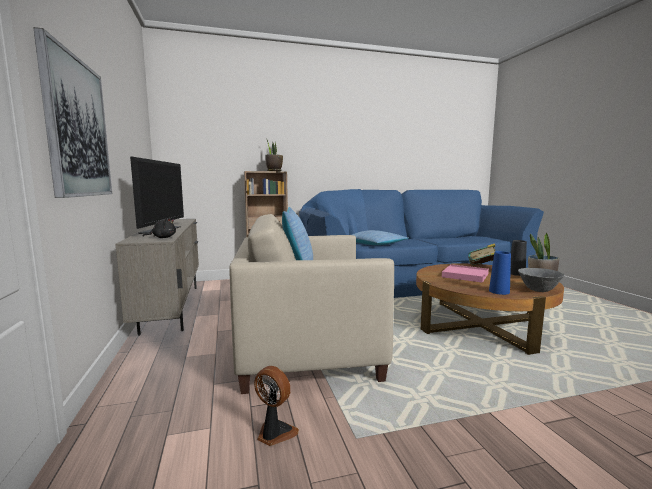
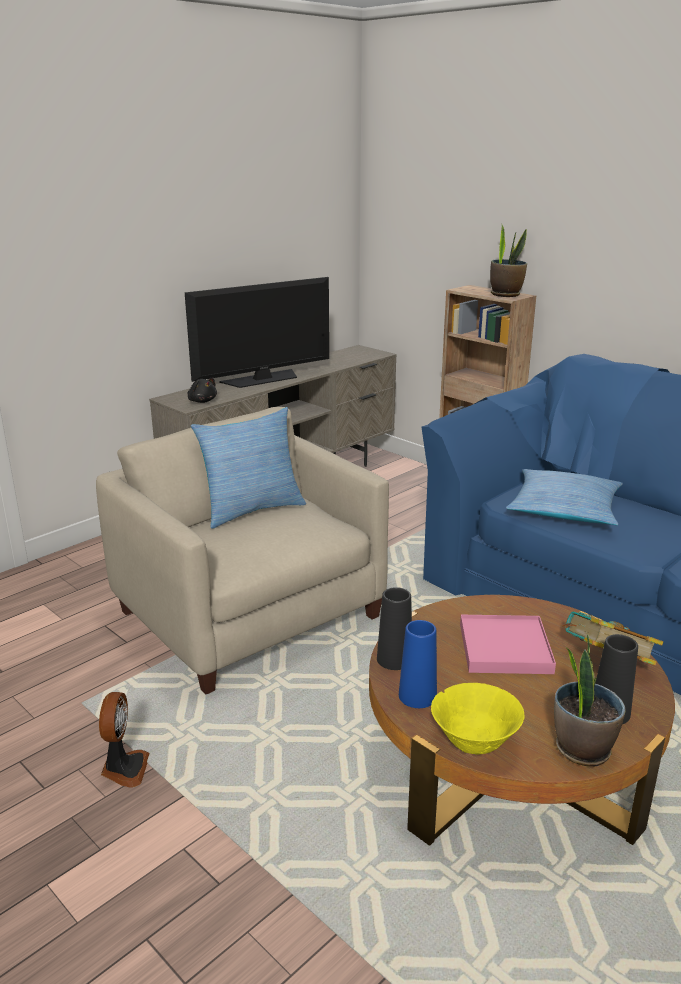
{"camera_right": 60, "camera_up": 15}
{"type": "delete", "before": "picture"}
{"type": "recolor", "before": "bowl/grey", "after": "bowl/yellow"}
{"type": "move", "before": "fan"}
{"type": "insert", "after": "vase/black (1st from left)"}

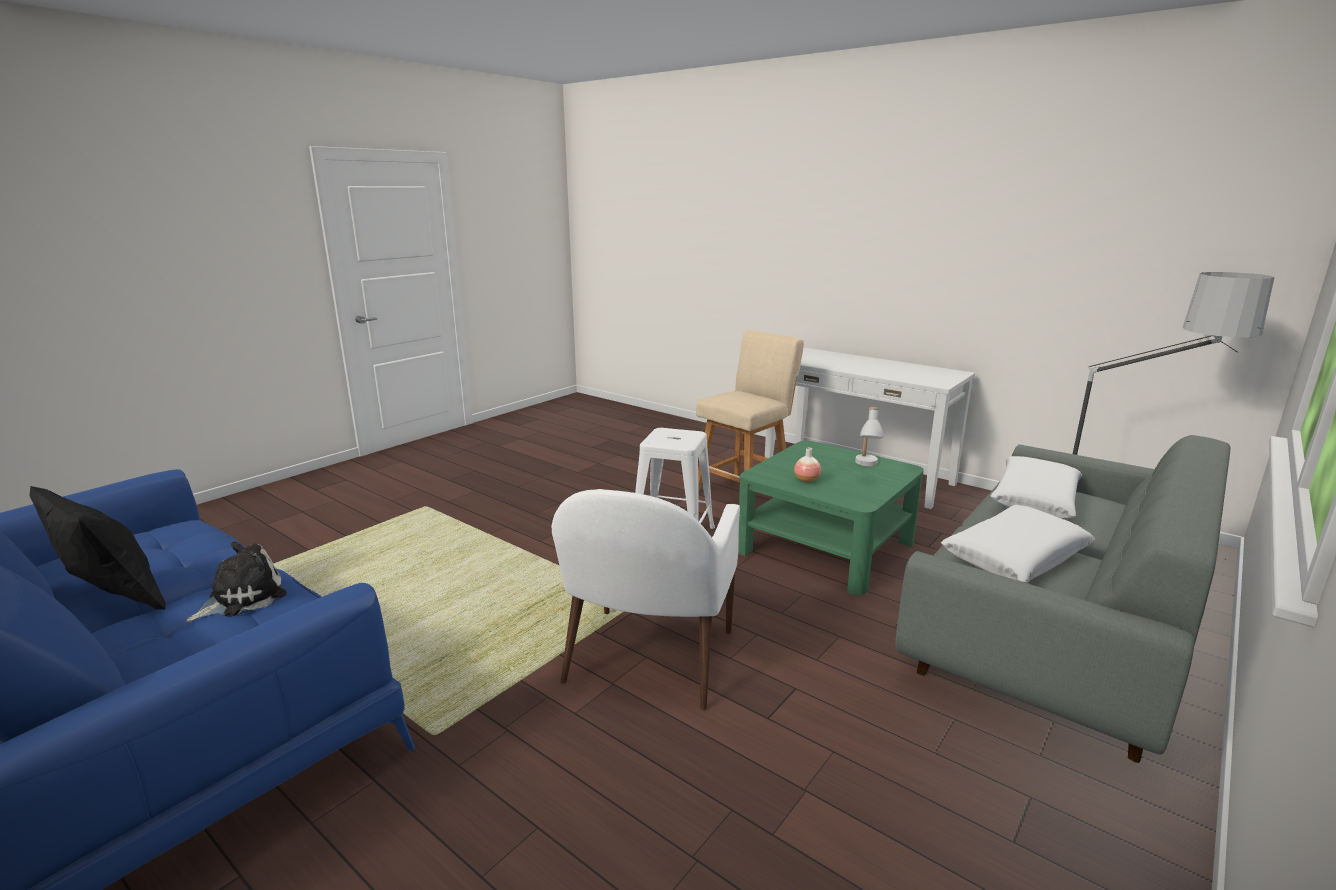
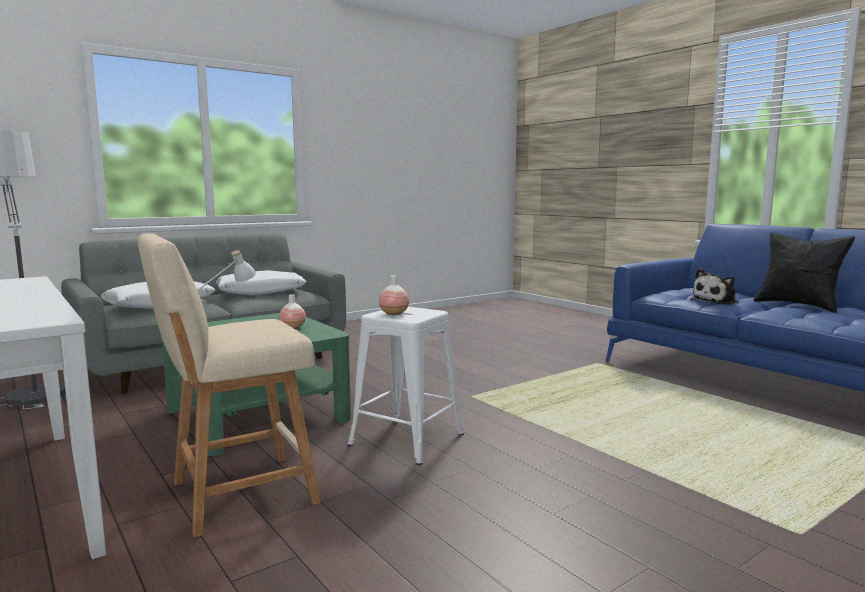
{"camera_right": -165, "camera_up": -10}
{"type": "delete", "before": "armchair/white"}
{"type": "insert", "after": "vase (2nd from left)"}

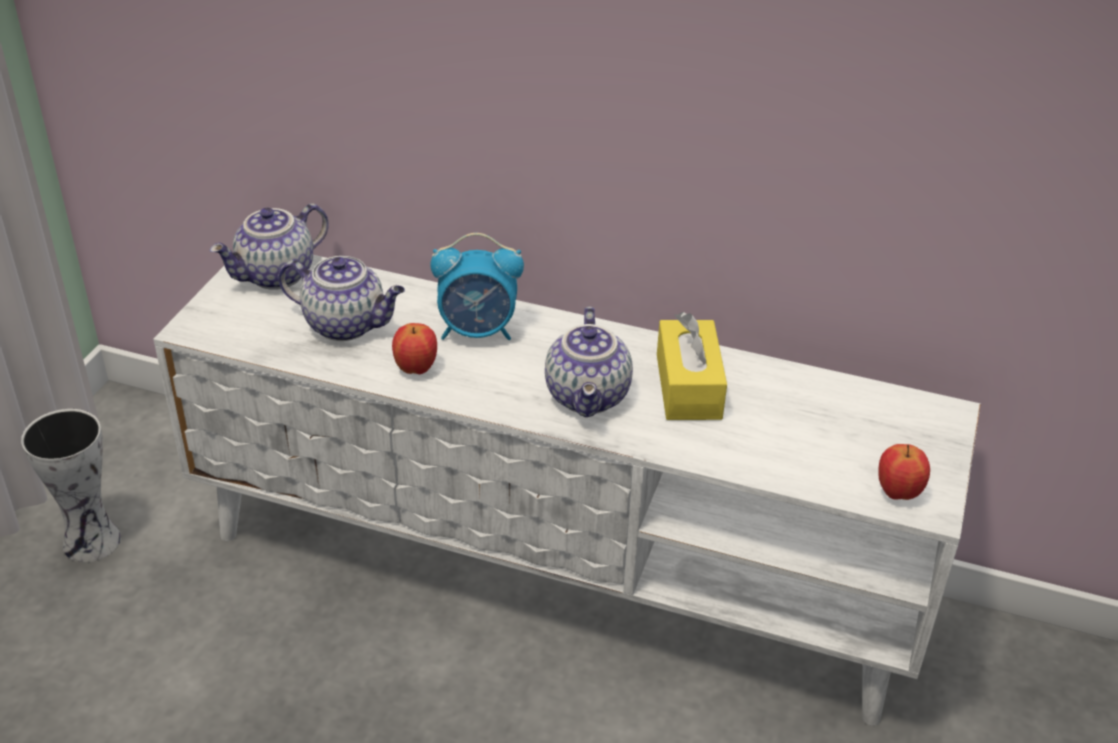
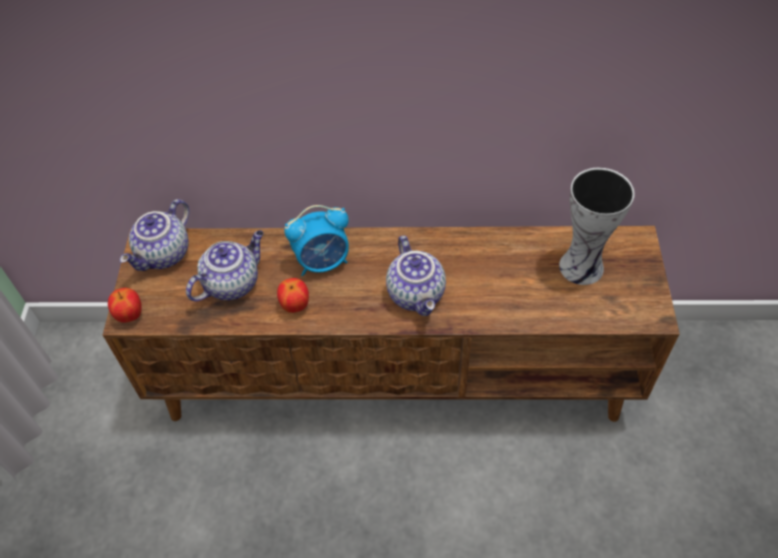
{"camera_right": -15, "camera_up": 15}
{"type": "recolor", "before": "tv stand/white", "after": "tv stand/brown"}
{"type": "rotate", "before": "teapot (2nd from left)", "turn": -45}
{"type": "delete", "before": "tissue box/yellow"}
{"type": "move", "before": "vase"}
{"type": "move", "before": "apple (2nd from left in the first image)", "after": "apple (1st from left)"}

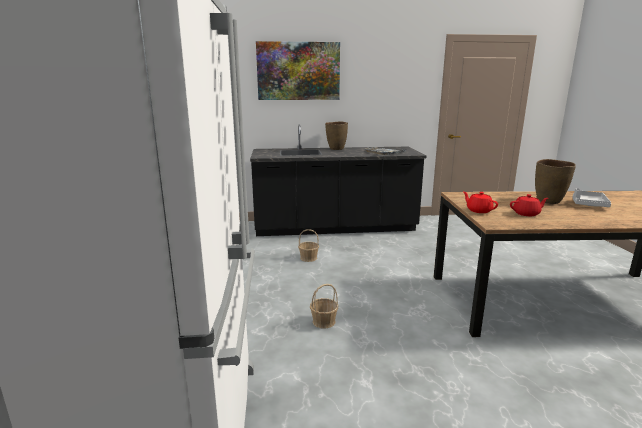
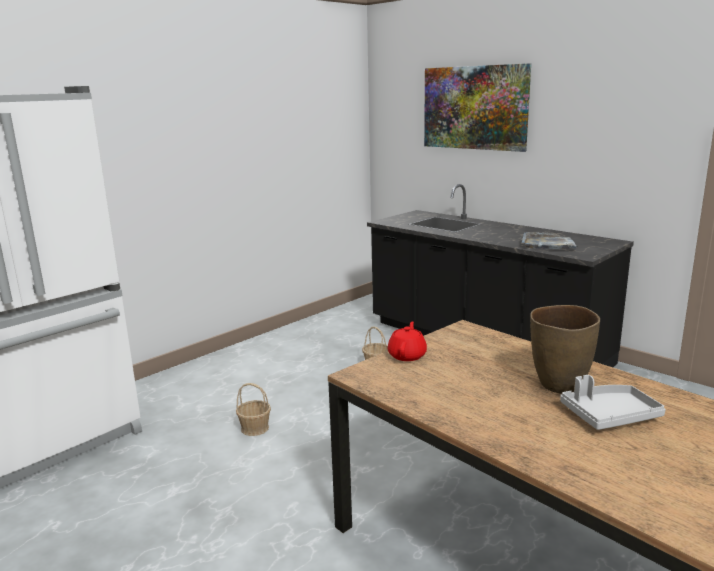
{"camera_right": 50, "camera_up": 0}
{"type": "delete", "before": "vase/brown (1st from left)"}
{"type": "delete", "before": "teapot/red (2nd from left)"}

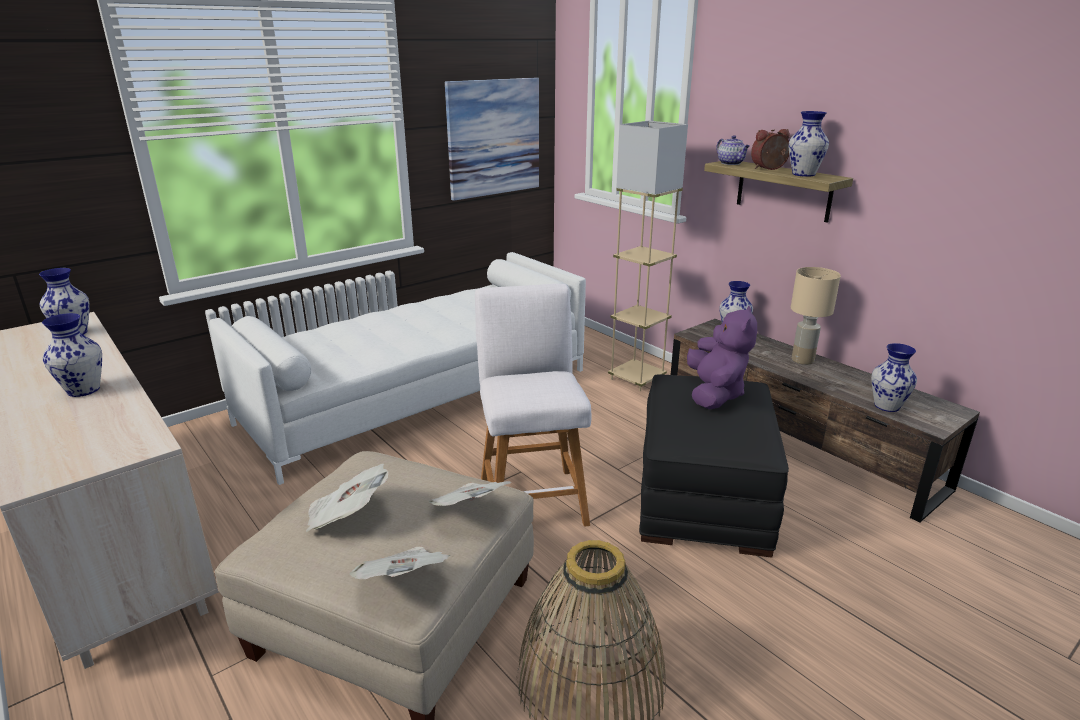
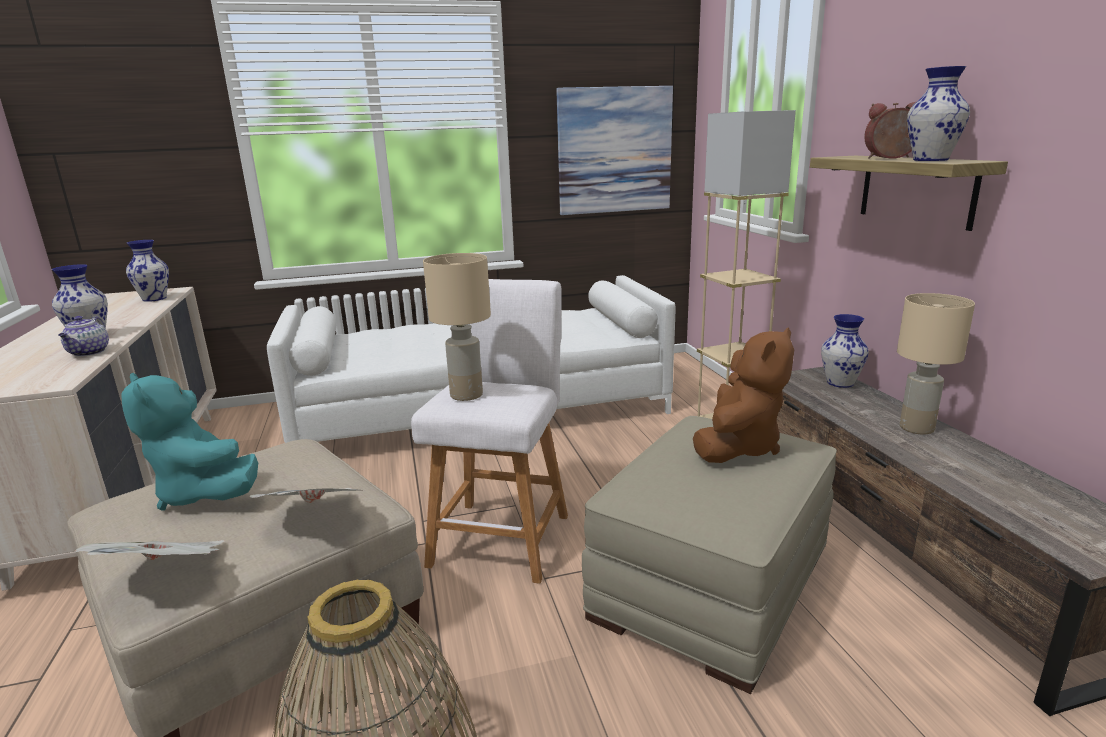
{"camera_right": 25, "camera_up": -5}
{"type": "move", "before": "teapot"}
{"type": "recolor", "before": "plush toy/purple", "after": "plush toy/brown"}
{"type": "delete", "before": "vase (5th from left)"}
{"type": "recolor", "before": "ottoman/black", "after": "ottoman/beige (2nd from left)"}
{"type": "replace", "before": "newspaper (1st from left)", "after": "plush toy/turquoise"}
{"type": "insert", "after": "table lamp/beige (1st from left)"}

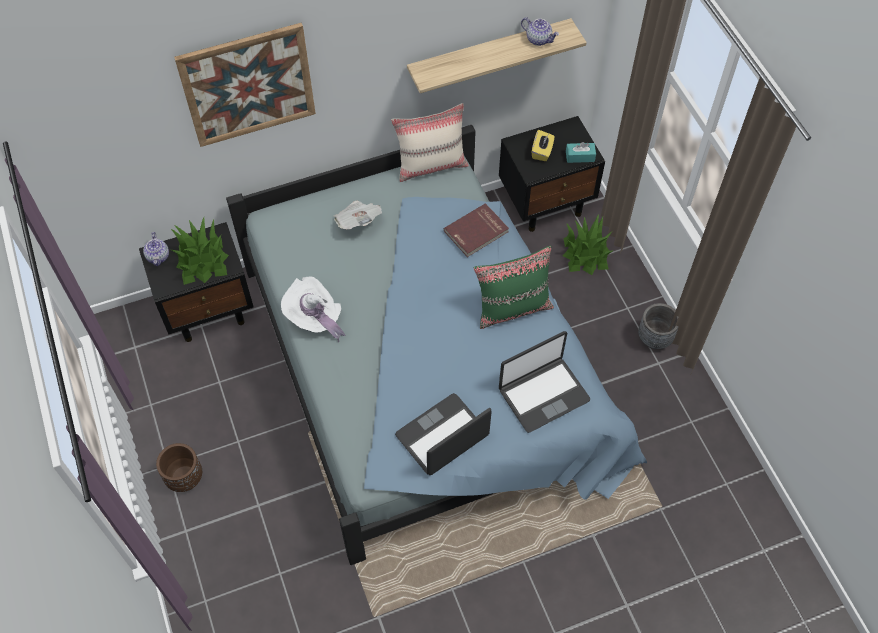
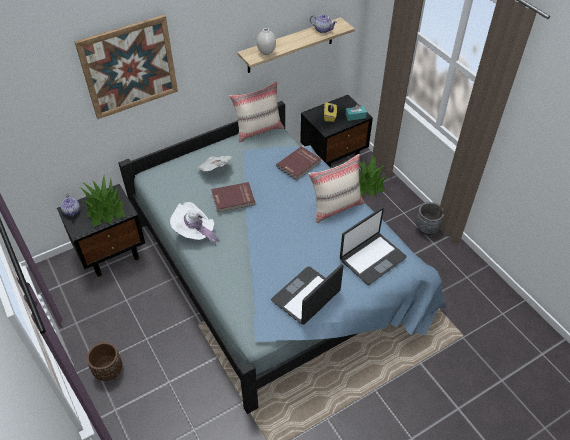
{"camera_right": -10, "camera_up": -10}
{"type": "recolor", "before": "pillow/green", "after": "pillow/beige (2nd from left)"}
{"type": "insert", "after": "vase/white"}
{"type": "insert", "after": "book/red (1st from left)"}

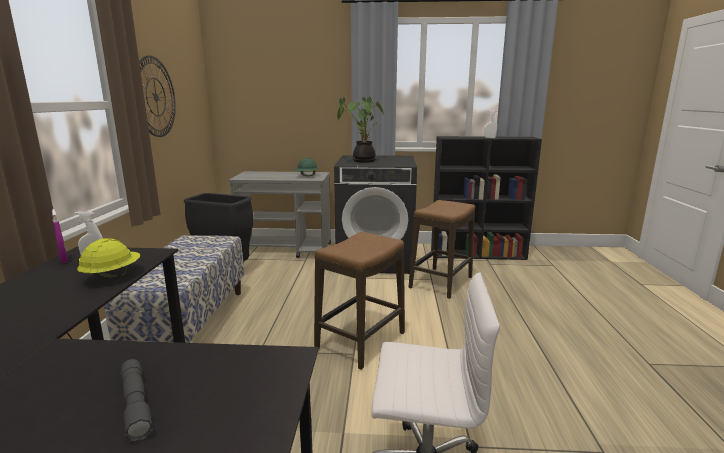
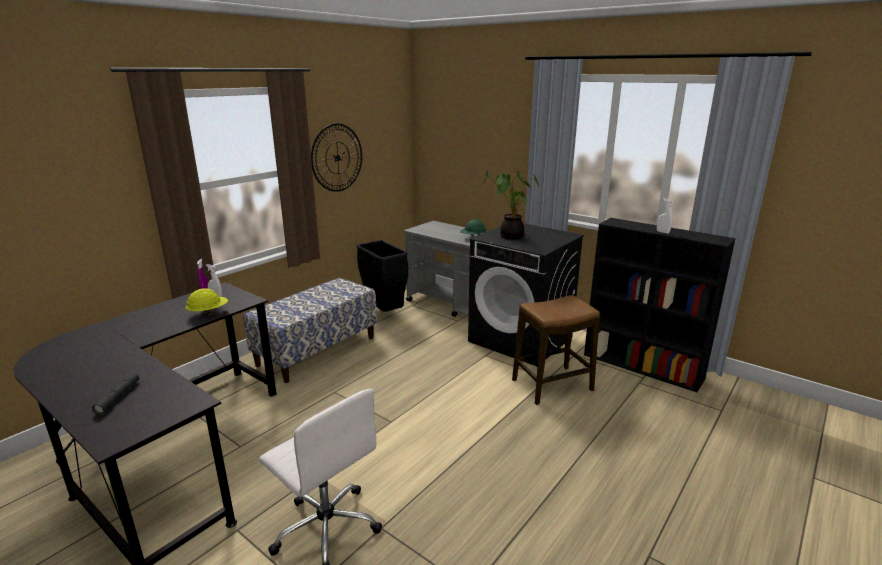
{"camera_right": 35, "camera_up": 5}
{"type": "delete", "before": "stool (1st from left)"}

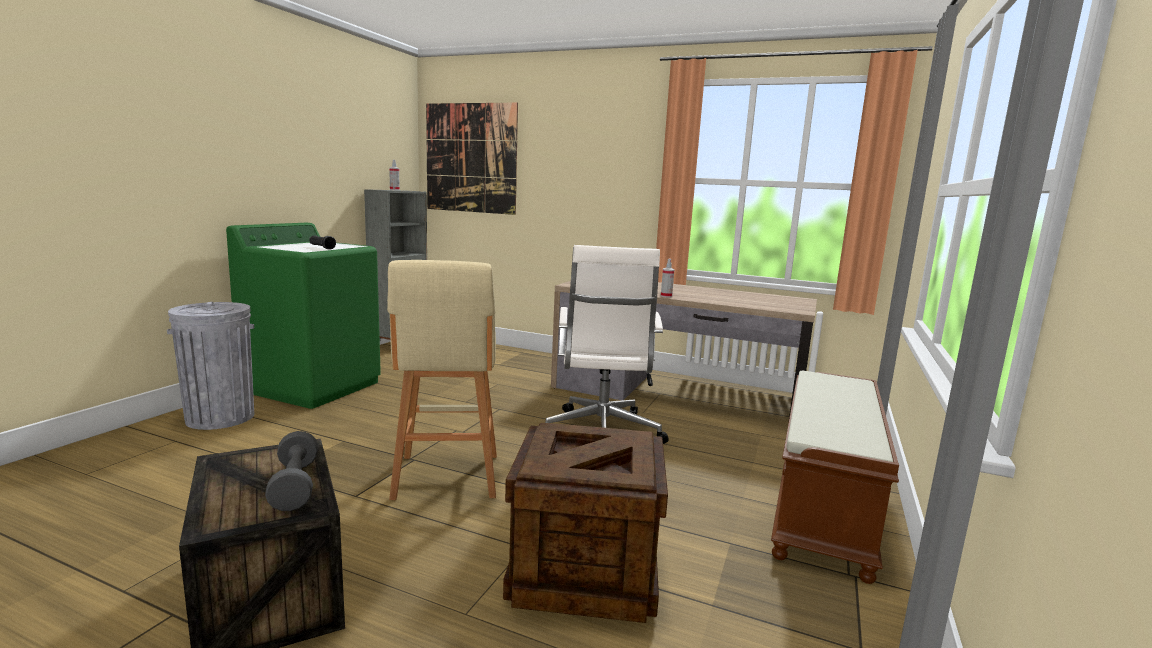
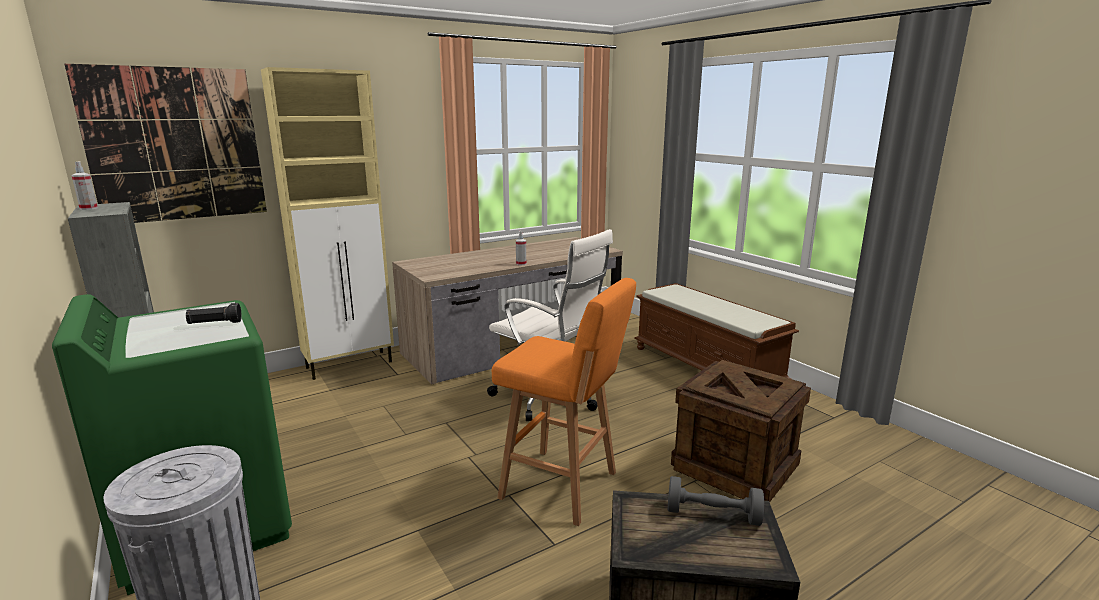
{"camera_right": -55, "camera_up": 5}
{"type": "recolor", "before": "stool/beige", "after": "stool/orange"}
{"type": "insert", "after": "cabinet/beige"}

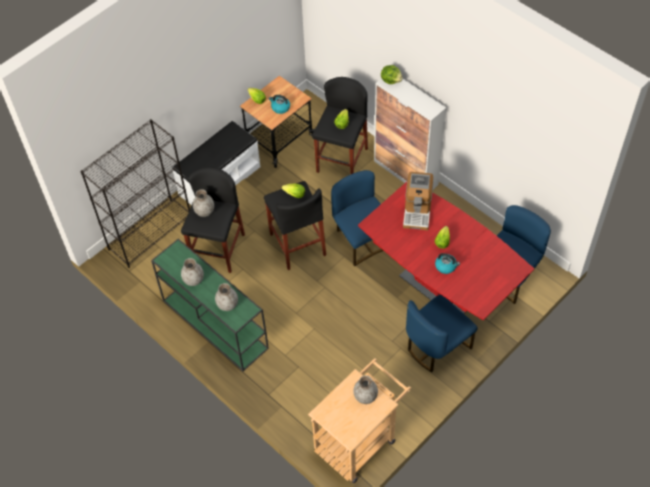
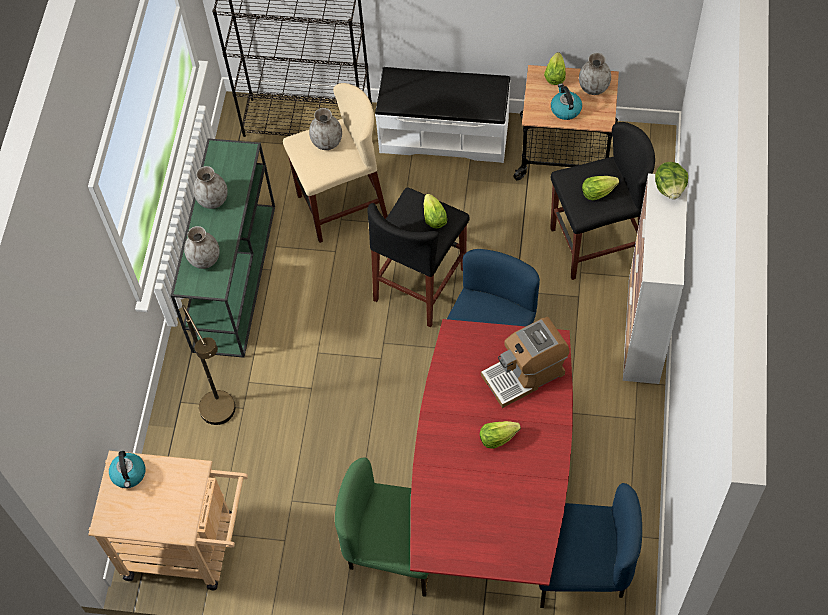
{"camera_right": 55, "camera_up": 5}
{"type": "recolor", "before": "stool/black (1st from left)", "after": "stool/beige"}
{"type": "move", "before": "kettle (2nd from left in the first image)", "after": "kettle (1st from left)"}
{"type": "recolor", "before": "chair/blue (2nd from left)", "after": "chair/green"}
{"type": "move", "before": "vase/grey (4th from left)"}
{"type": "insert", "after": "floor lamp/brown"}

